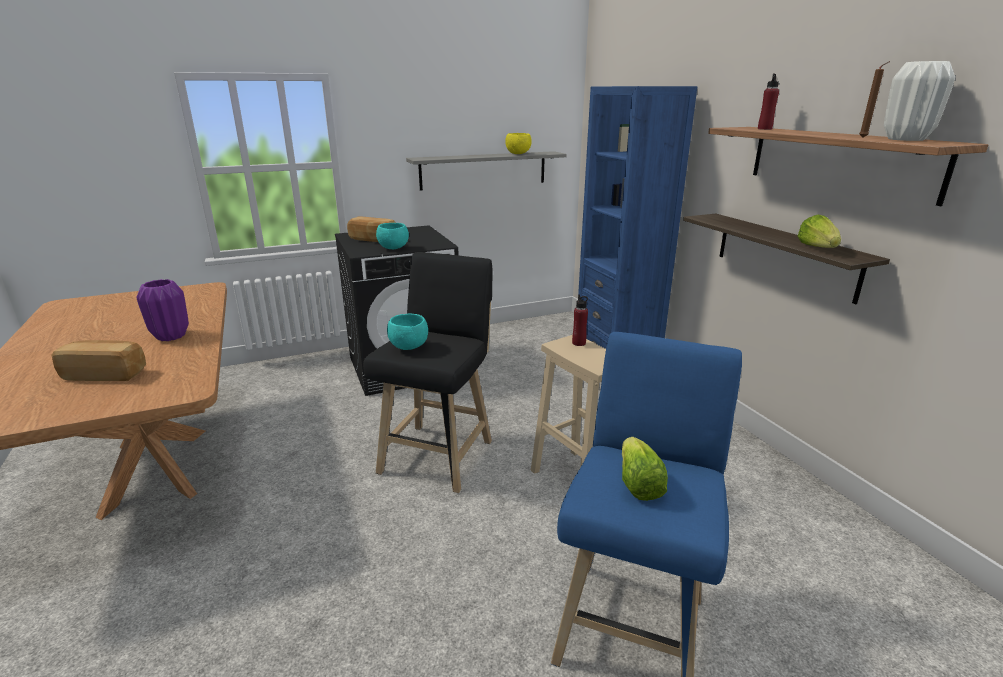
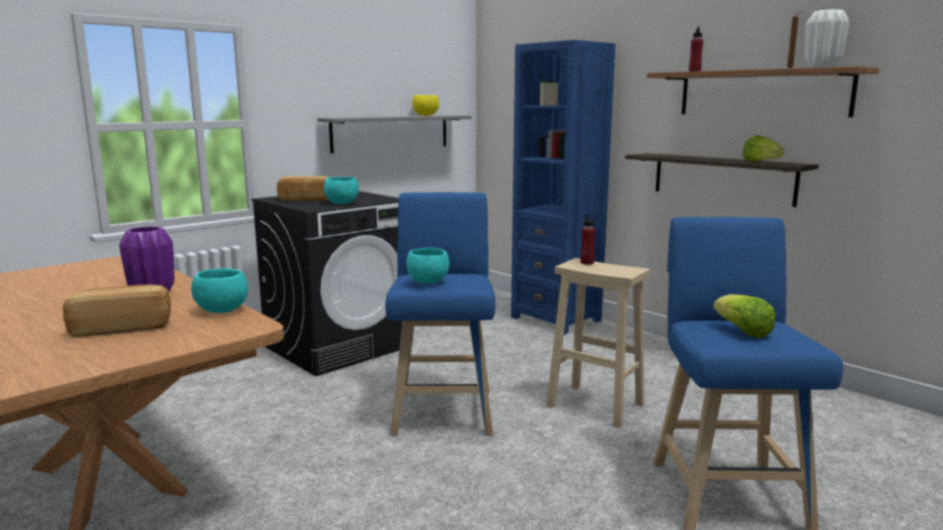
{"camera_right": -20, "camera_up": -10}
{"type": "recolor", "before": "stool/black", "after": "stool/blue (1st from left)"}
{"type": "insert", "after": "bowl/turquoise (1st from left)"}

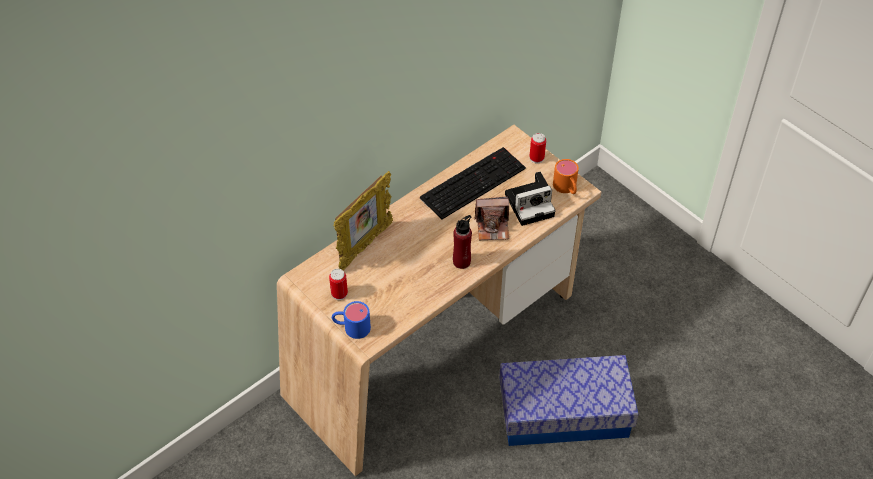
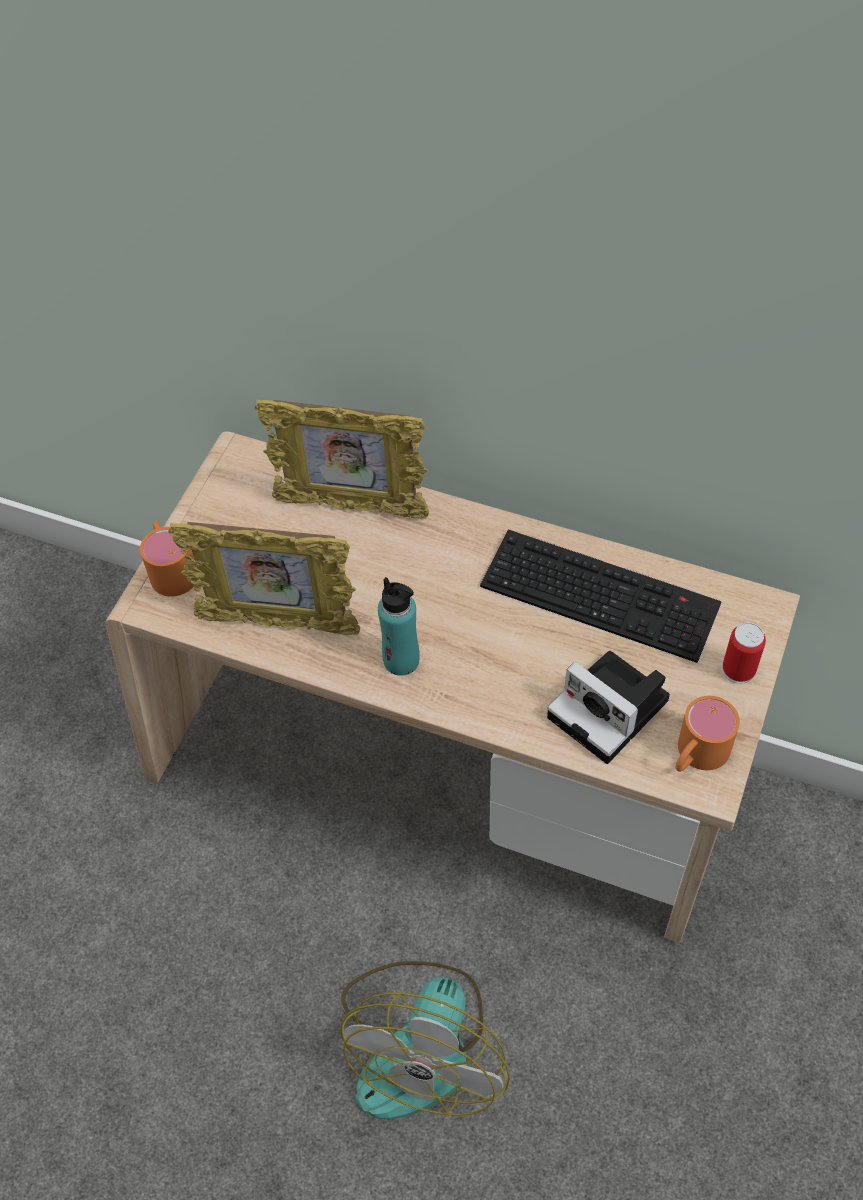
{"camera_right": 65, "camera_up": 5}
{"type": "delete", "before": "photo camera (1st from left)"}
{"type": "recolor", "before": "bottle/red", "after": "bottle/turquoise"}
{"type": "delete", "before": "can (1st from left)"}
{"type": "recolor", "before": "mug/blue", "after": "mug/orange (1st from left)"}
{"type": "replace", "before": "storage box", "after": "fan"}
{"type": "insert", "after": "picture frame (1st from left)"}

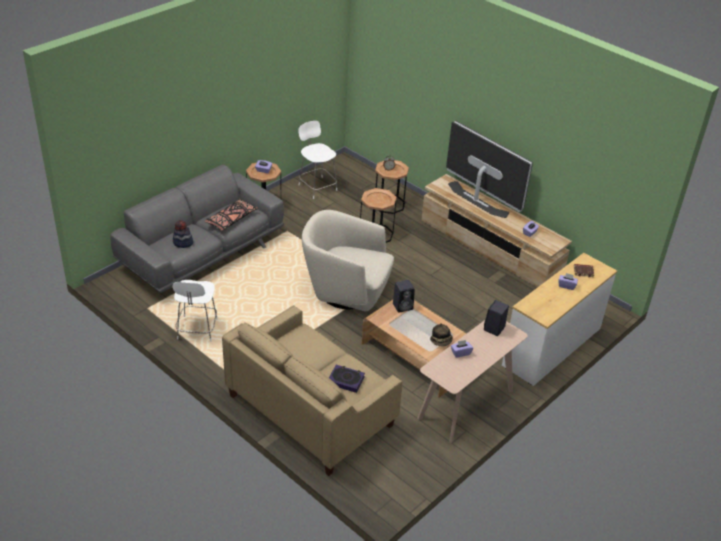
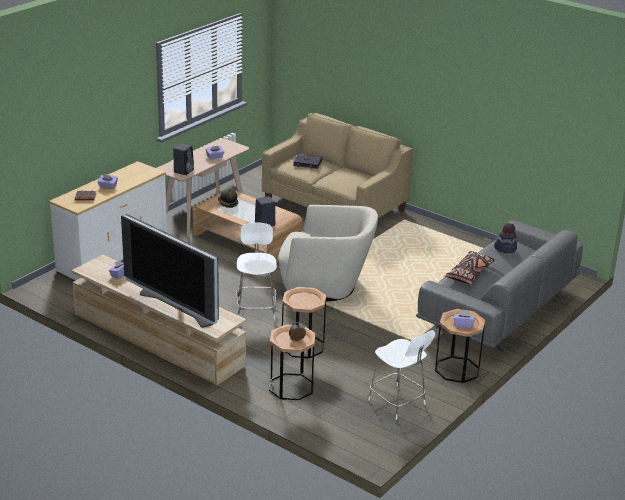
{"camera_right": 175, "camera_up": -10}
{"type": "move", "before": "stool/white (1st from left)"}

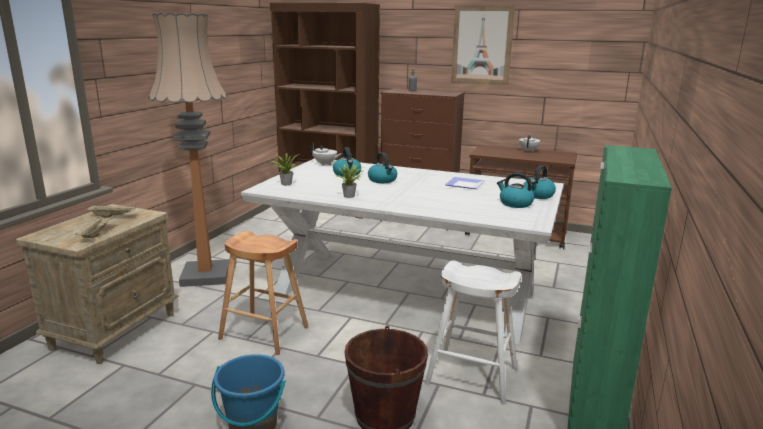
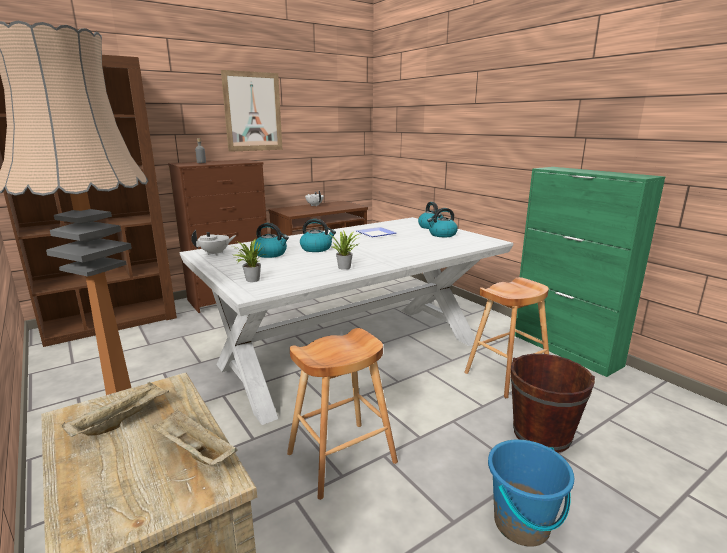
{"camera_right": -55, "camera_up": 0}
{"type": "recolor", "before": "stool/white", "after": "stool/brown (2nd from left)"}

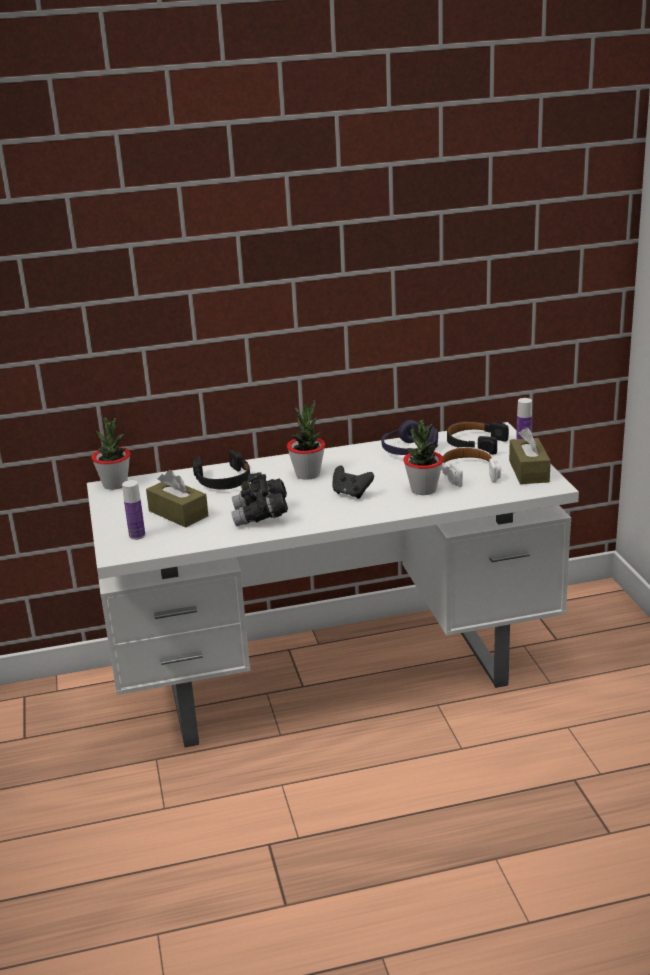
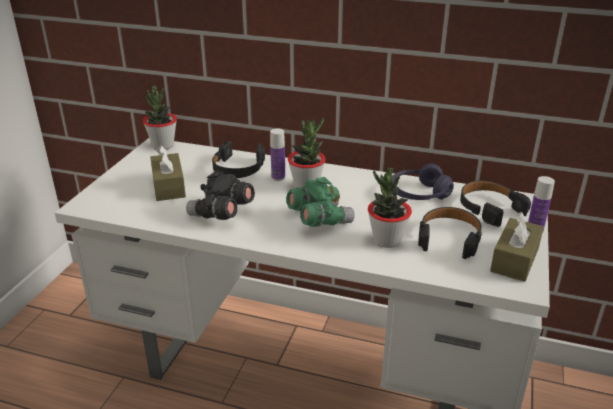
{"camera_right": 30, "camera_up": 5}
{"type": "recolor", "before": "headphones/white", "after": "headphones/black (2nd from left)"}
{"type": "replace", "before": "game controller/black", "after": "binoculars/green"}
{"type": "move", "before": "bottle (1st from left)"}

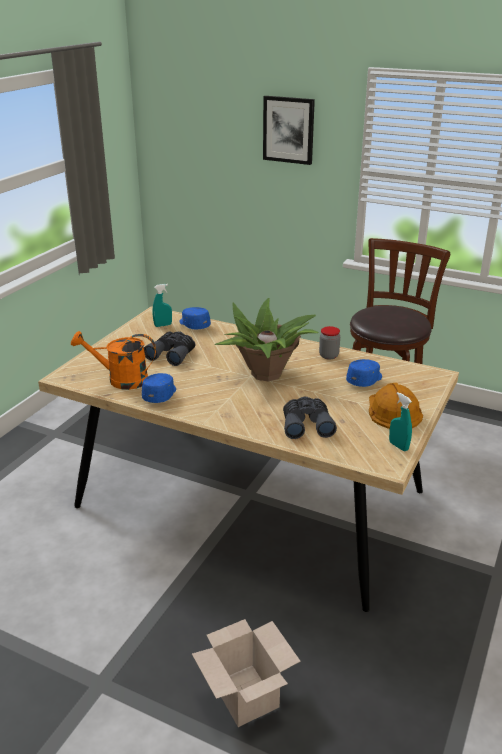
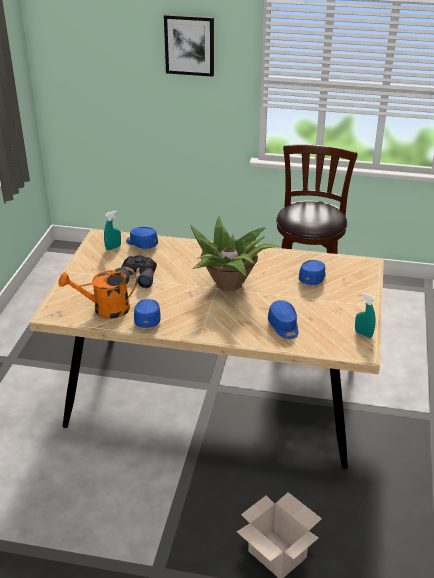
{"camera_right": -15, "camera_up": 5}
{"type": "delete", "before": "jar"}
{"type": "delete", "before": "hard hat/orange"}
{"type": "replace", "before": "binoculars/grey (2nd from left)", "after": "cap/blue (3rd from left)"}

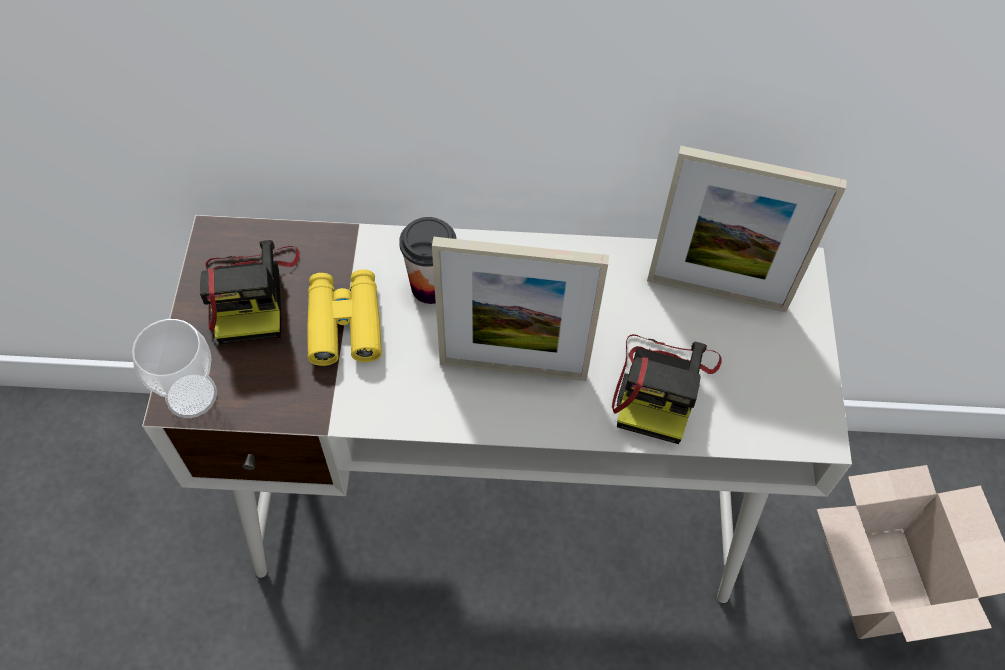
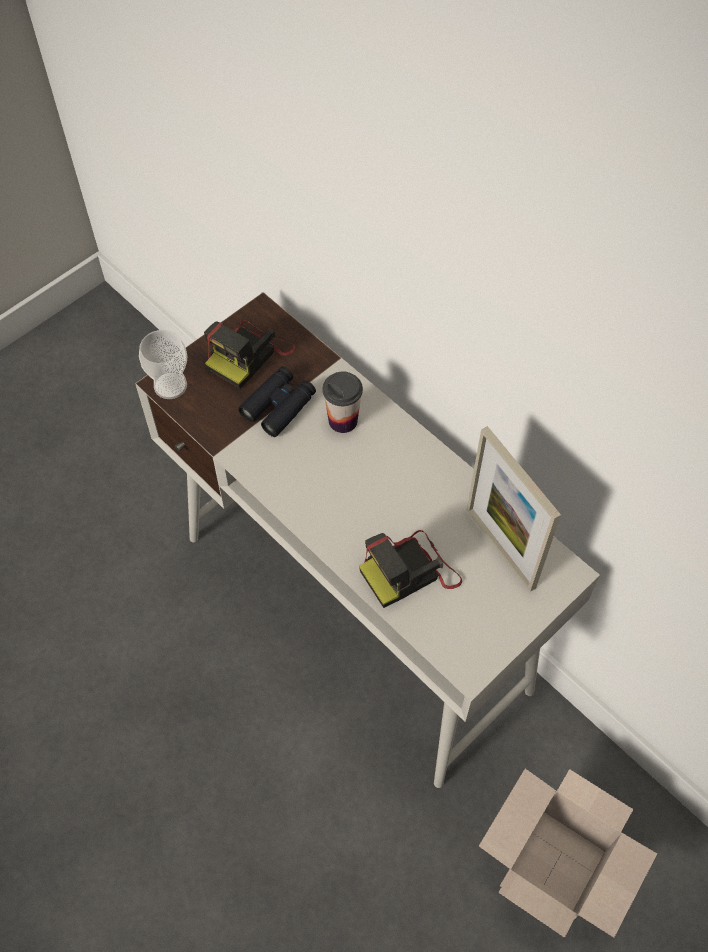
{"camera_right": 45, "camera_up": 0}
{"type": "delete", "before": "picture frame (1st from left)"}
{"type": "recolor", "before": "binoculars/yellow", "after": "binoculars/black"}

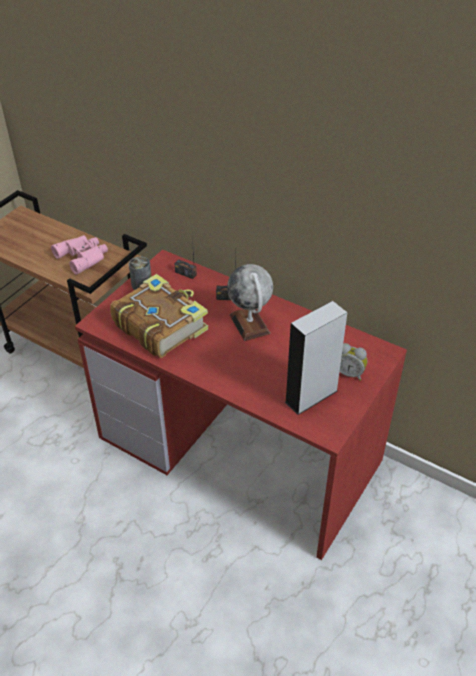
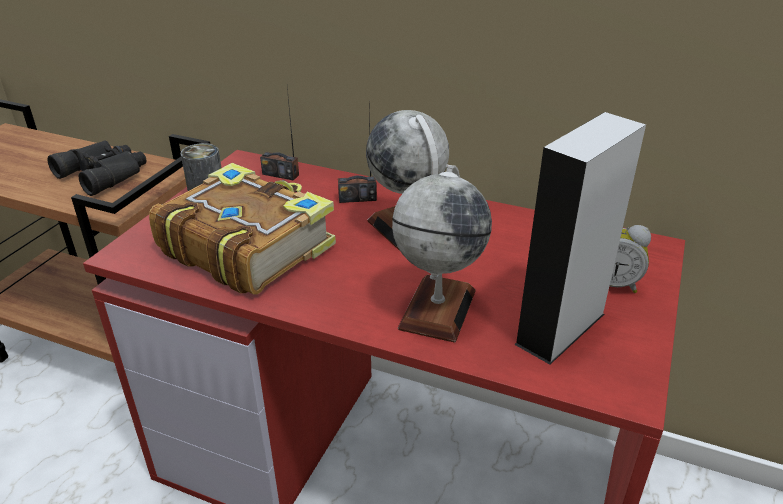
{"camera_right": -10, "camera_up": -10}
{"type": "recolor", "before": "binoculars/pink", "after": "binoculars/black"}
{"type": "insert", "after": "globe (2nd from left)"}

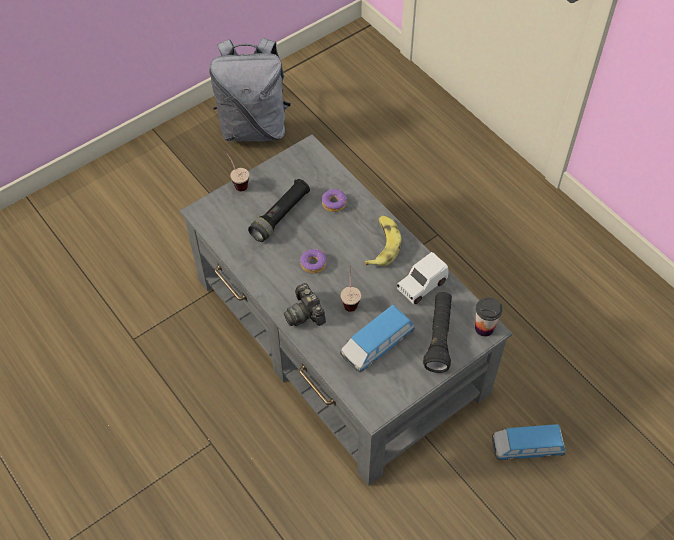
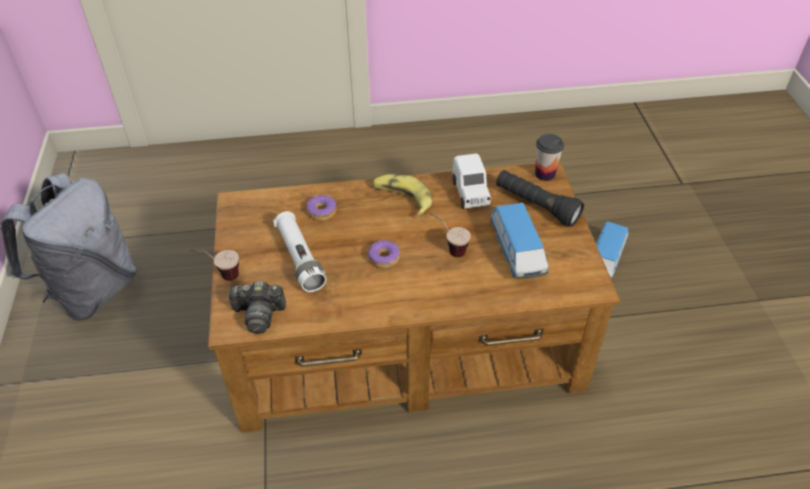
{"camera_right": -60, "camera_up": -10}
{"type": "recolor", "before": "coffee table/grey", "after": "coffee table/brown"}
{"type": "recolor", "before": "flashlight/black (1st from left)", "after": "flashlight/white"}
{"type": "move", "before": "photo camera"}

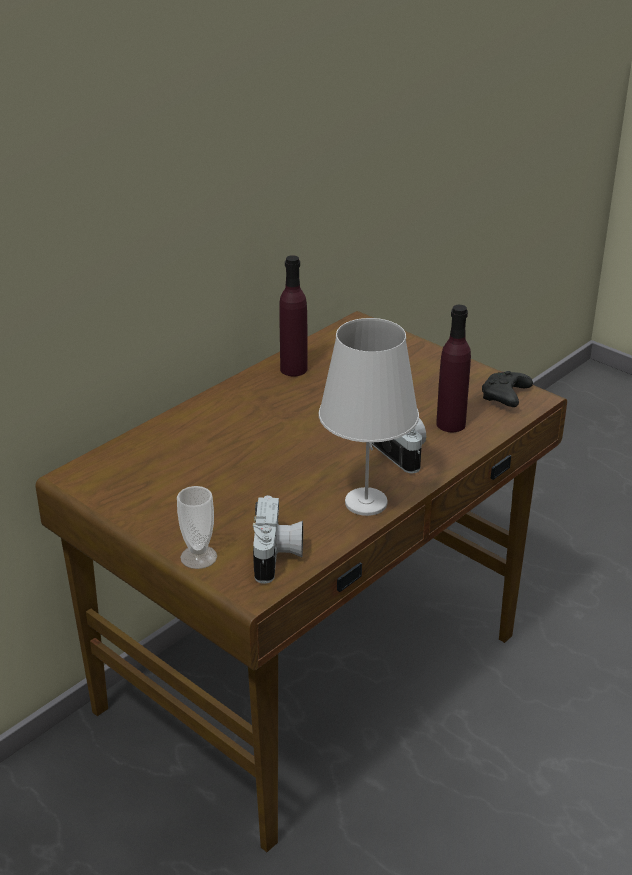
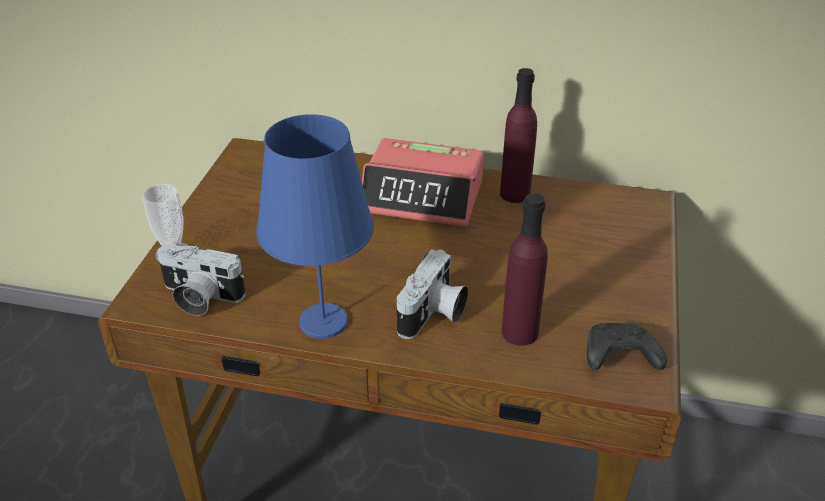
{"camera_right": 60, "camera_up": 5}
{"type": "recolor", "before": "table lamp/white", "after": "table lamp/blue"}
{"type": "rotate", "before": "photo camera (1st from left)", "turn": 45}
{"type": "insert", "after": "alarm clock"}

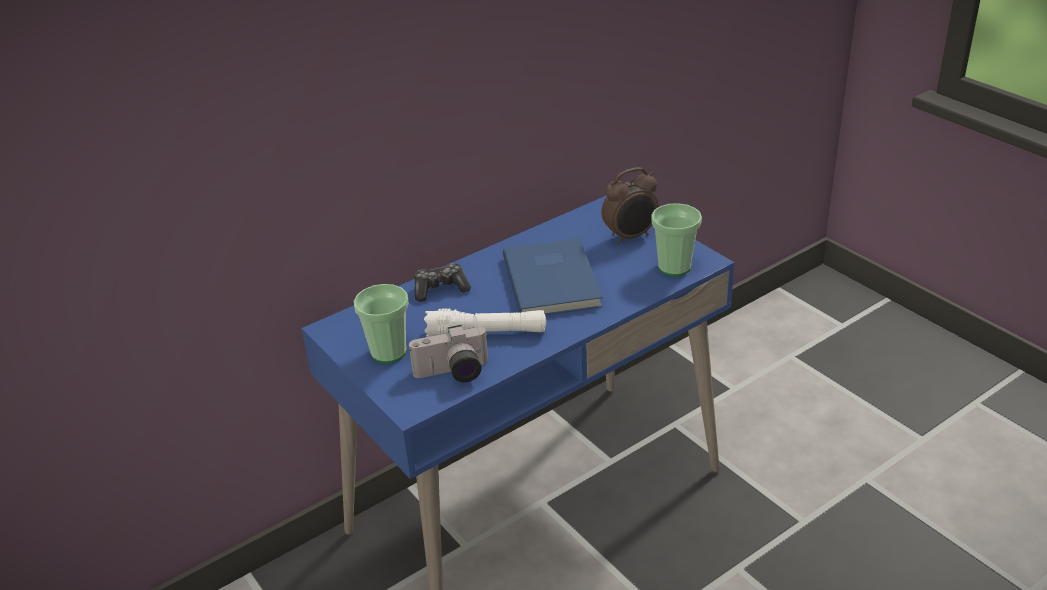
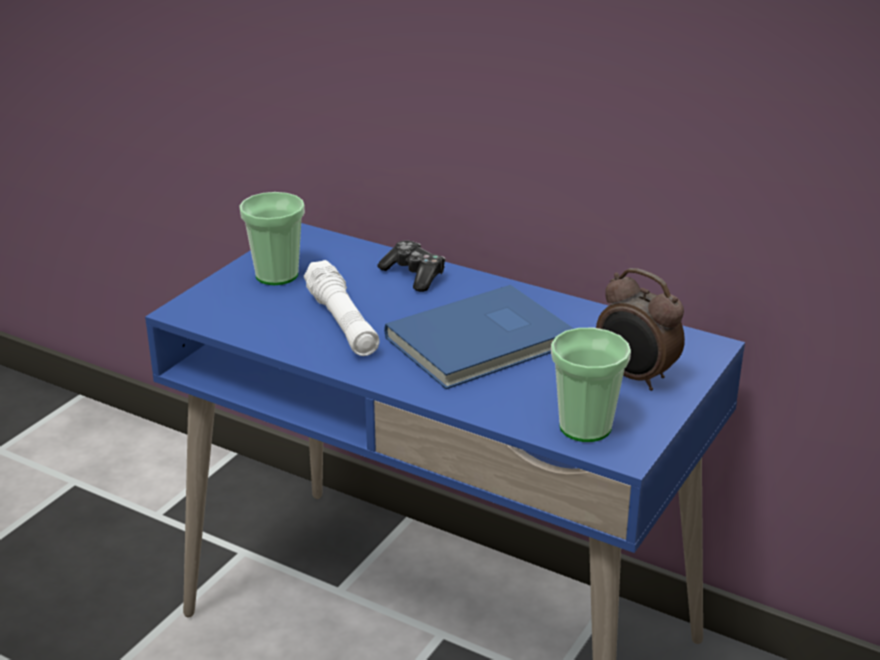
{"camera_right": 65, "camera_up": -5}
{"type": "delete", "before": "photo camera"}

